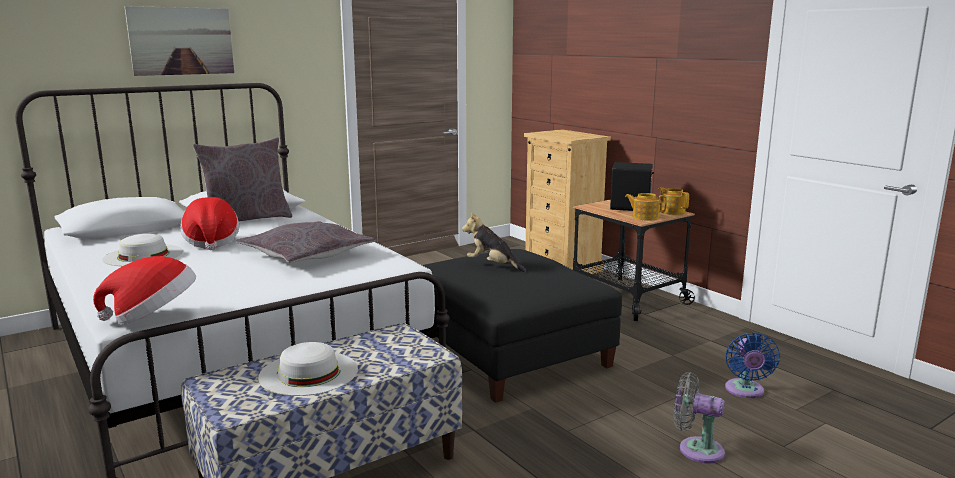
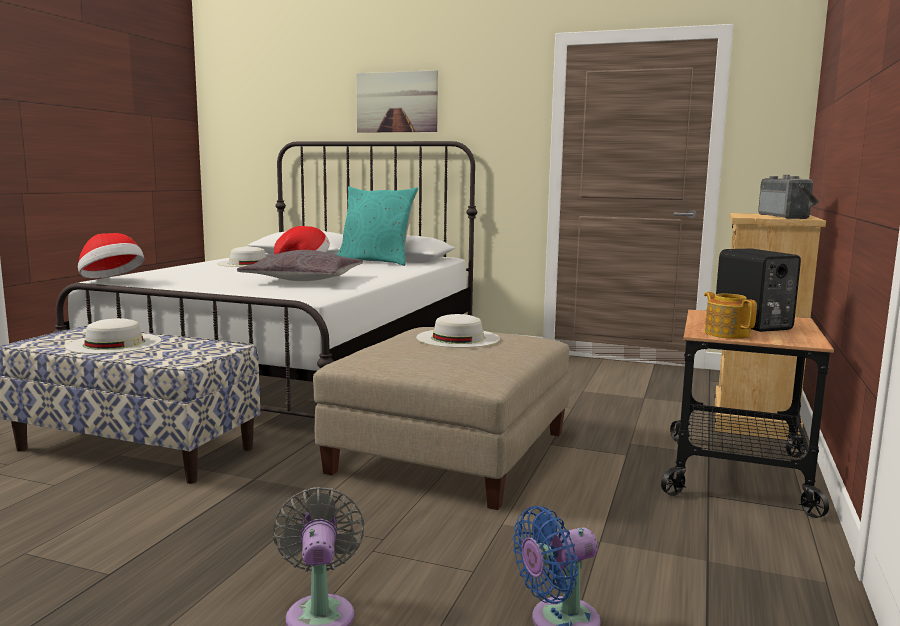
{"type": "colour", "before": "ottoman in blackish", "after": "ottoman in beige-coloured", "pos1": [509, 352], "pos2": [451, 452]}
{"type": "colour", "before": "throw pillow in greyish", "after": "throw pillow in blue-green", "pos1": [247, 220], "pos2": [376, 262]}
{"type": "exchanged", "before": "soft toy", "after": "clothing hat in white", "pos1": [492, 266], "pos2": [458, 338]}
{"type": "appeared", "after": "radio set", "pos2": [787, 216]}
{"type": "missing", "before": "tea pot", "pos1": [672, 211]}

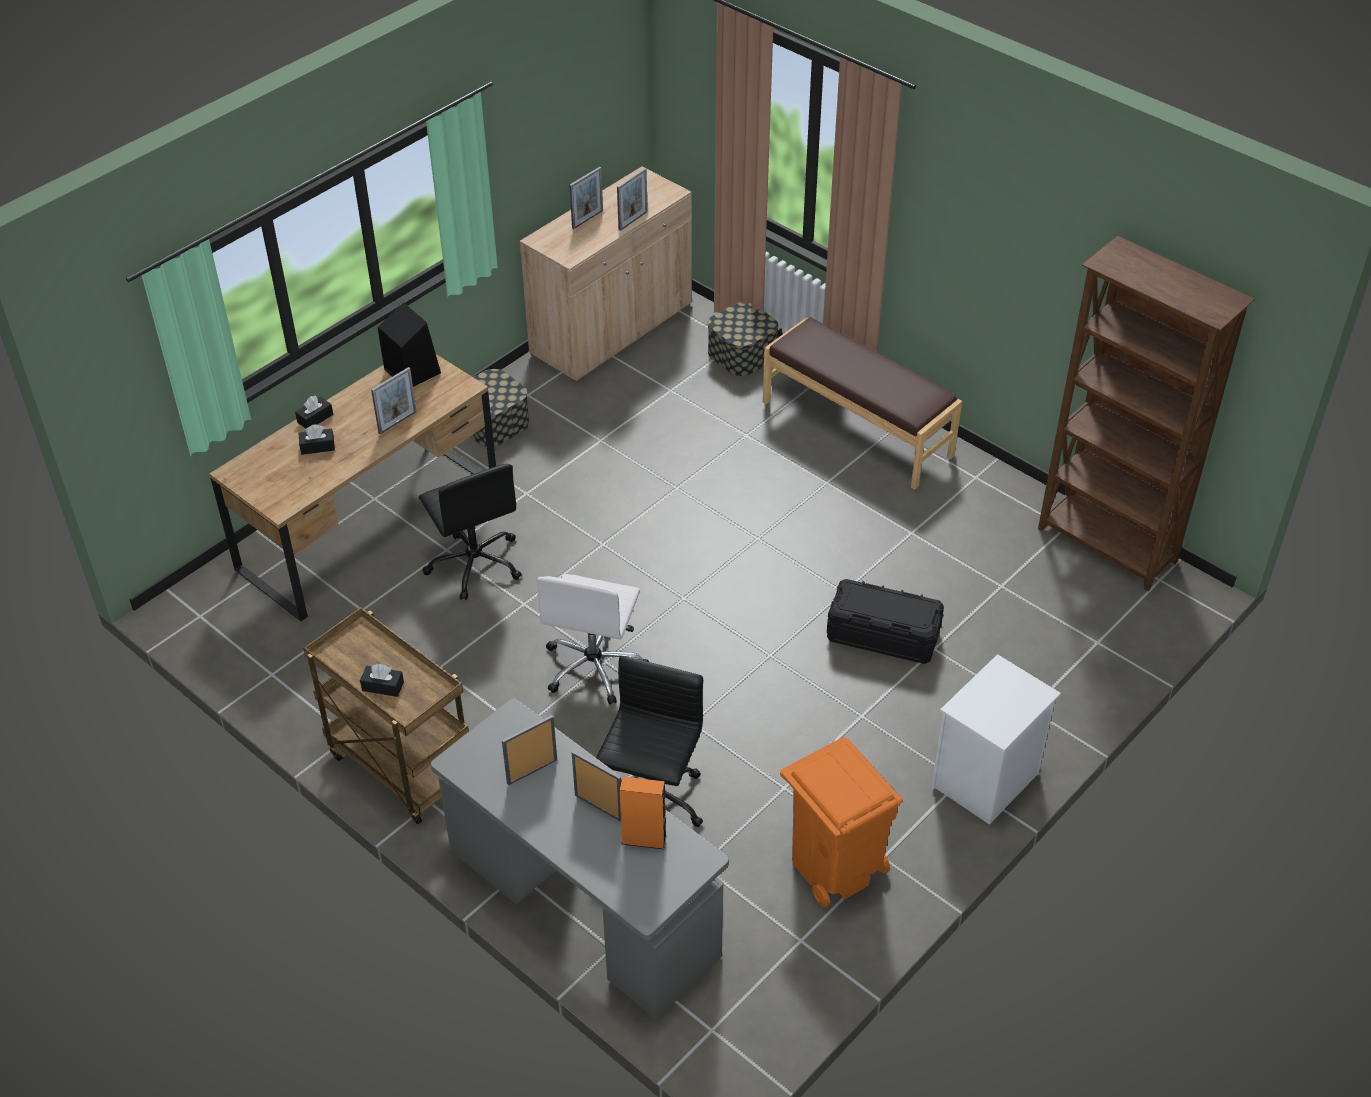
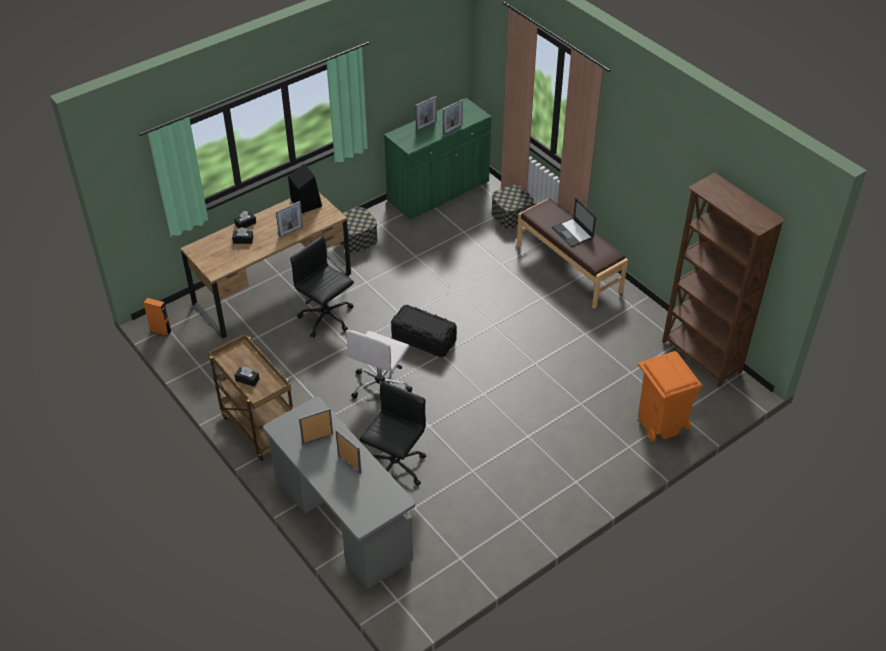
{"type": "relocated", "before": "speaker in orange", "pos1": [644, 839], "pos2": [161, 331]}
{"type": "spun", "before": "desk chair in blackish", "pos1": [475, 563], "pos2": [327, 319], "turn": 150}
{"type": "colour", "before": "storage cabinet in beige-coloured", "after": "storage cabinet in green-coloured", "pos1": [612, 329], "pos2": [438, 192]}
{"type": "relocated", "before": "storage container in blackish", "pos1": [883, 635], "pos2": [423, 339]}
{"type": "appeared", "after": "notebook computer", "pos2": [573, 233]}
{"type": "relocated", "before": "trash can in orange", "pos1": [834, 867], "pos2": [660, 423]}
{"type": "missing", "before": "nightstand in white", "pos1": [986, 782]}

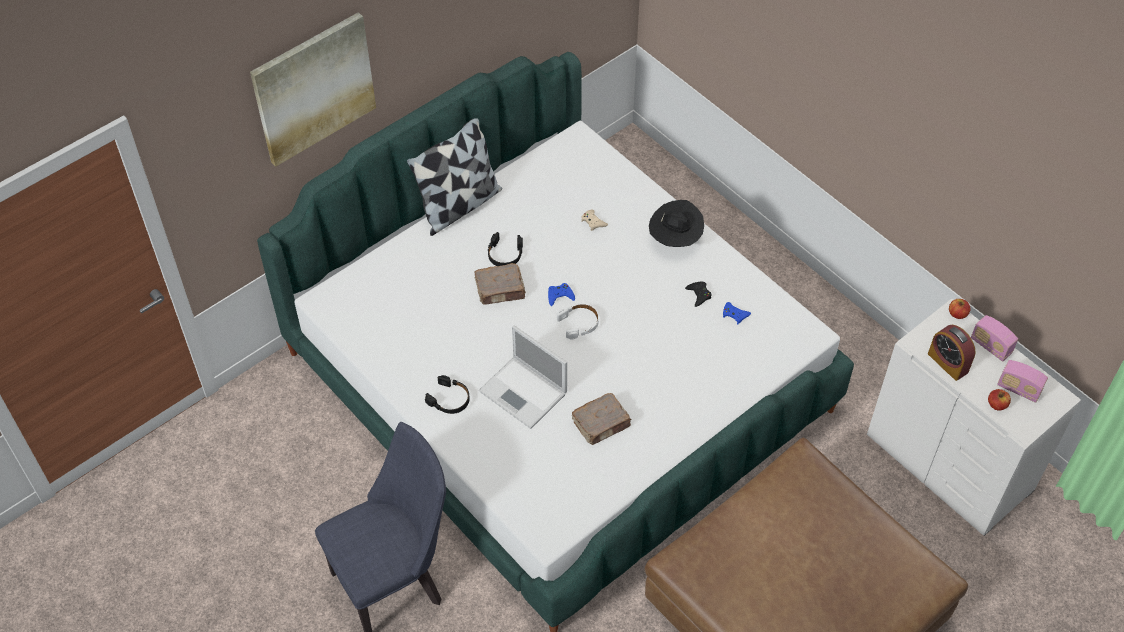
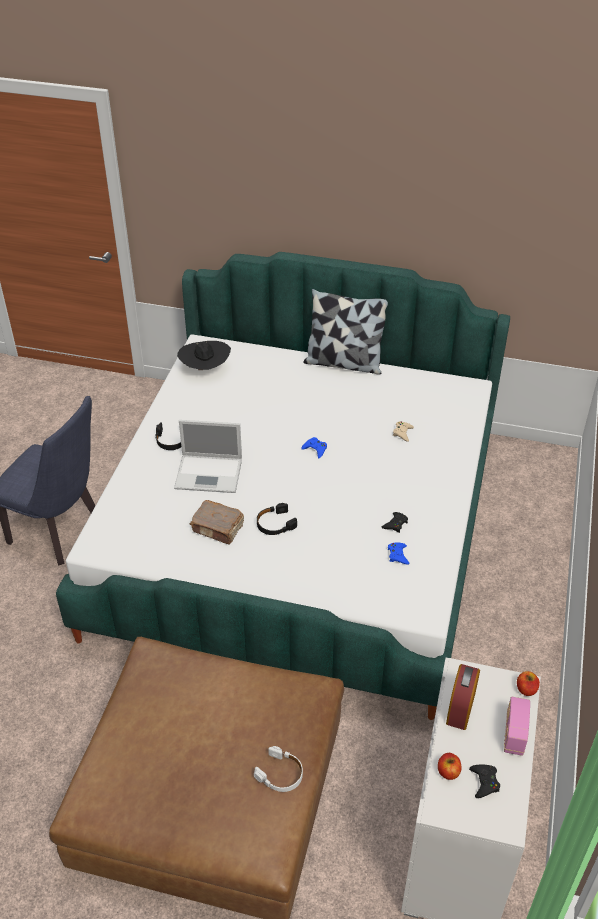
{"type": "spun", "before": "notebook computer", "pos1": [524, 393], "pos2": [210, 474], "turn": -90}
{"type": "relocated", "before": "clothing hat in blackish", "pos1": [675, 239], "pos2": [205, 369]}
{"type": "relocated", "before": "pair of headphones in white", "pos1": [579, 323], "pos2": [280, 774]}
{"type": "relocated", "before": "pair of headphones in blackish", "pos1": [505, 254], "pos2": [275, 524]}
{"type": "exchanged", "before": "radio set", "after": "game controller in blackish", "pos1": [1018, 389], "pos2": [484, 782]}
{"type": "missing", "before": "wall picture", "pos1": [313, 88]}
{"type": "missing", "before": "bound book in brown-coloured", "pos1": [501, 290]}

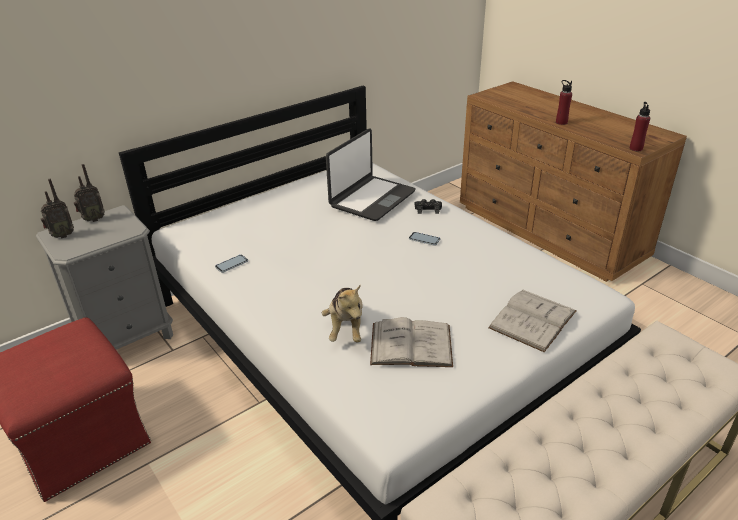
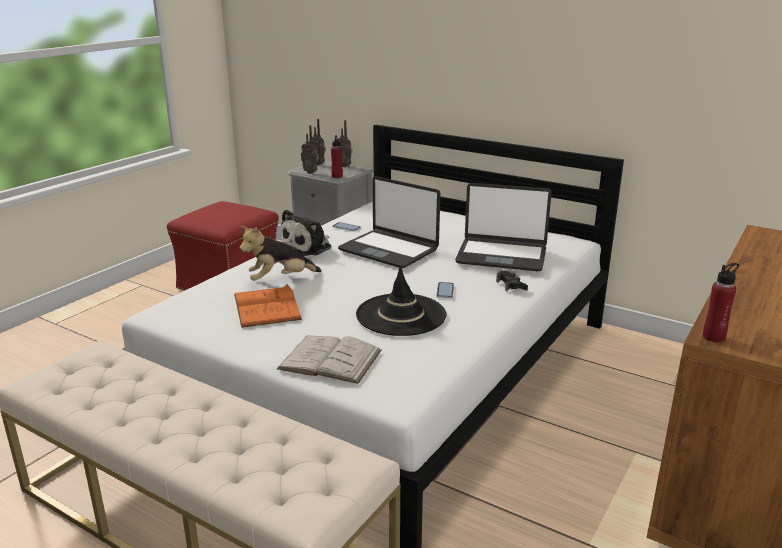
{"type": "colour", "before": "bound book in white", "after": "bound book in orange", "pos1": [411, 344], "pos2": [266, 306]}
{"type": "appeared", "after": "soft toy", "pos2": [308, 247]}
{"type": "appeared", "after": "radio set", "pos2": [311, 172]}
{"type": "relocated", "before": "bottle in reddish", "pos1": [561, 122], "pos2": [337, 176]}
{"type": "appeared", "after": "notebook computer", "pos2": [389, 250]}
{"type": "appeared", "after": "clothing hat in blackish", "pos2": [401, 315]}

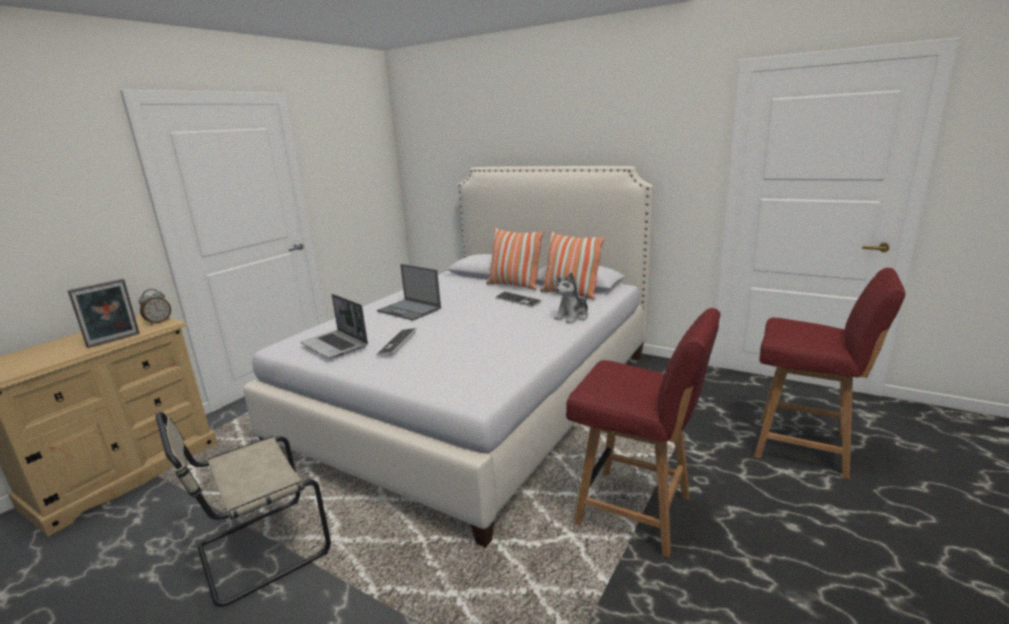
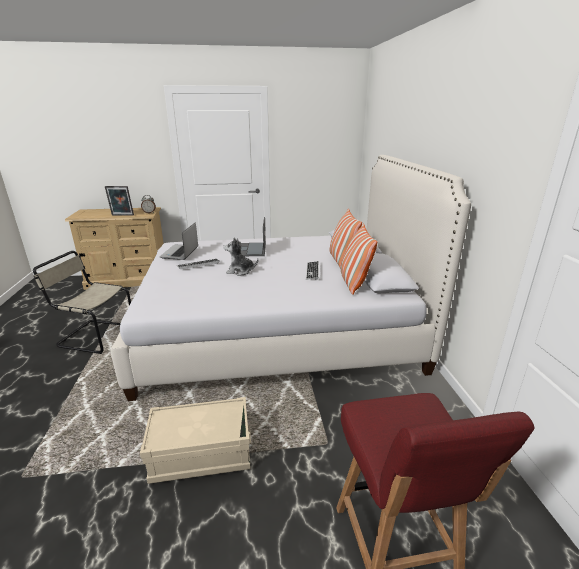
{"type": "exchanged", "before": "upright chair in reddish", "after": "storage container in beige-coloured", "pos1": [636, 512], "pos2": [201, 454]}
{"type": "relocated", "before": "soft toy", "pos1": [572, 317], "pos2": [240, 271]}

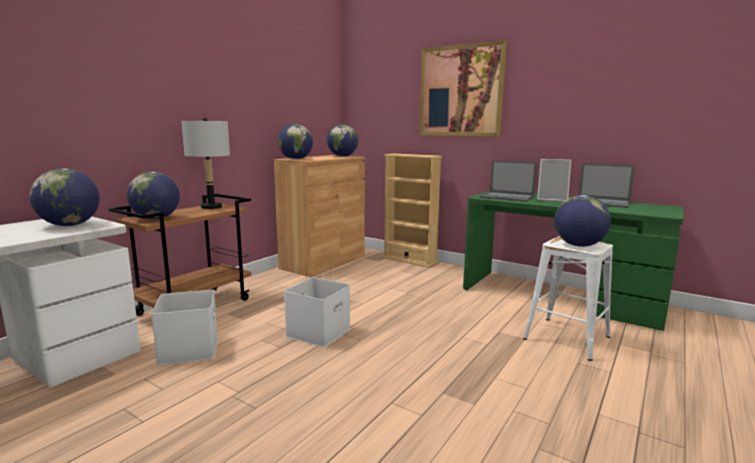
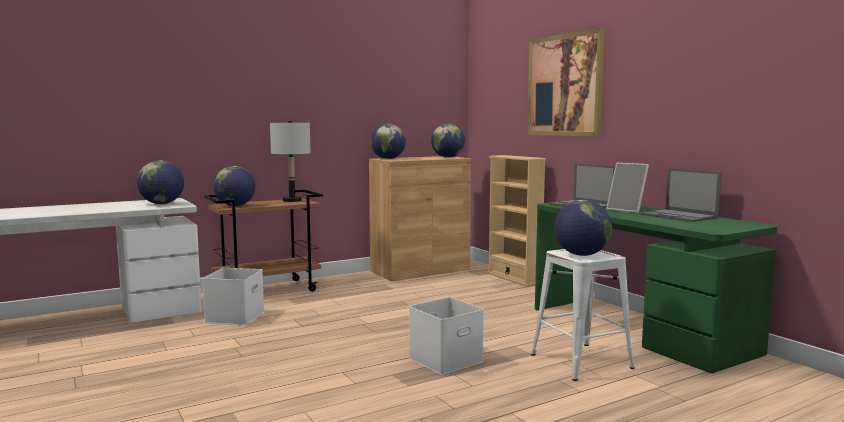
{"type": "relocated", "before": "storage container in white", "pos1": [318, 331], "pos2": [446, 359]}

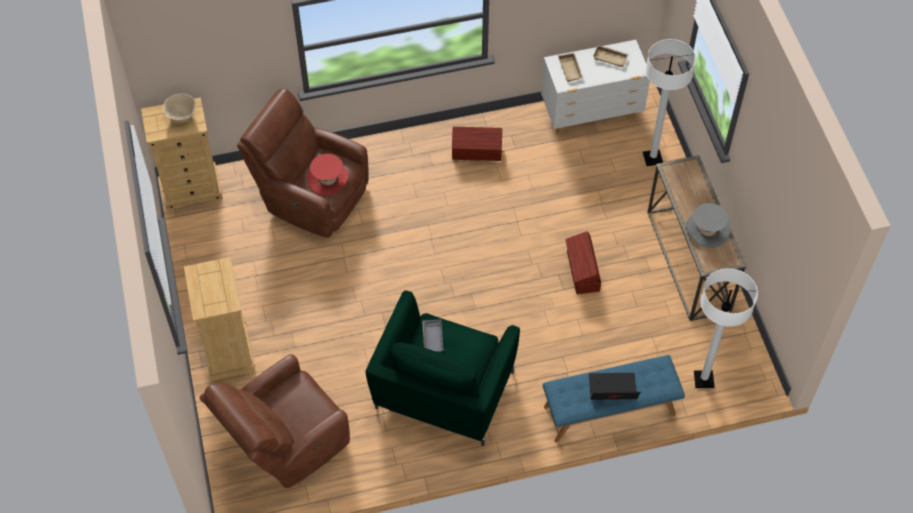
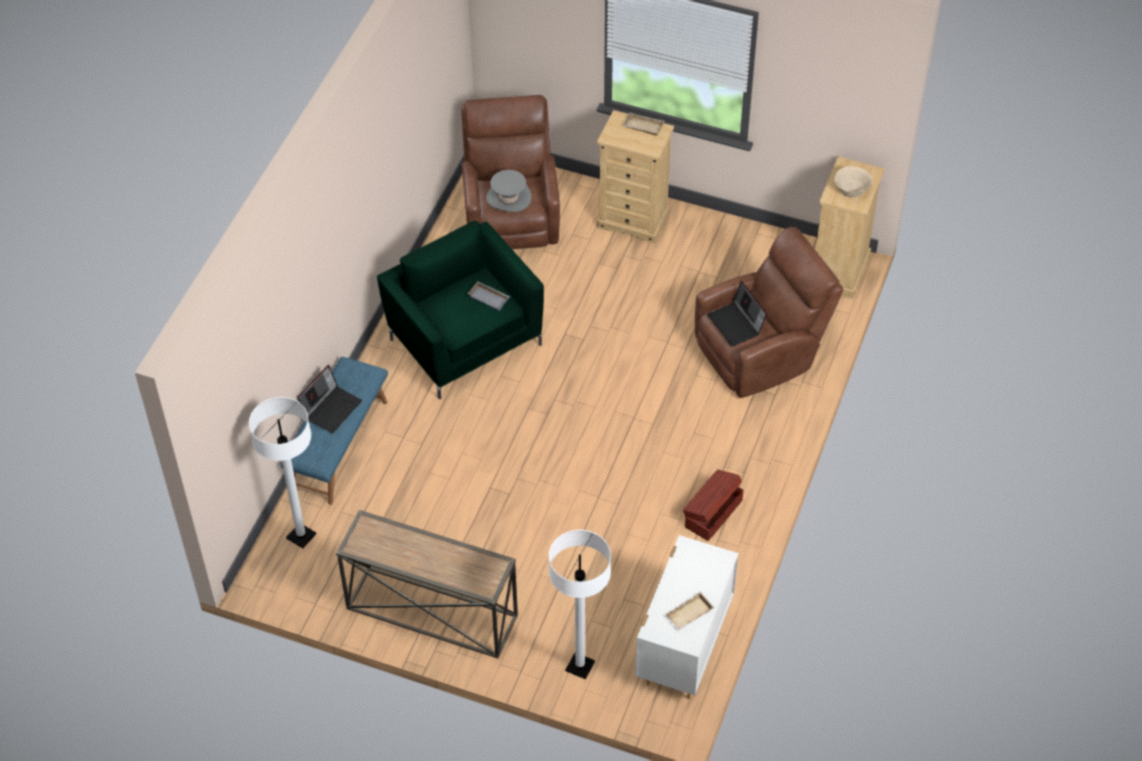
{"type": "relocated", "before": "clothing hat in greyish", "pos1": [707, 229], "pos2": [508, 198]}
{"type": "relocated", "before": "serving tray in beige-coloured", "pos1": [571, 69], "pos2": [642, 127]}
{"type": "exchanged", "before": "clothing hat in reddish", "after": "notebook computer", "pos1": [328, 179], "pos2": [736, 324]}
{"type": "missing", "before": "storage container in brown-coloured", "pos1": [582, 271]}

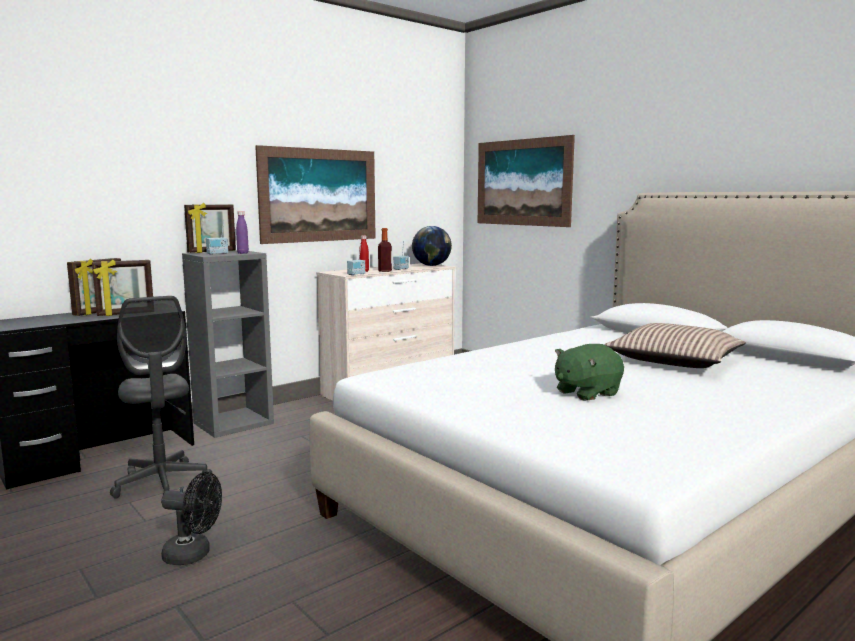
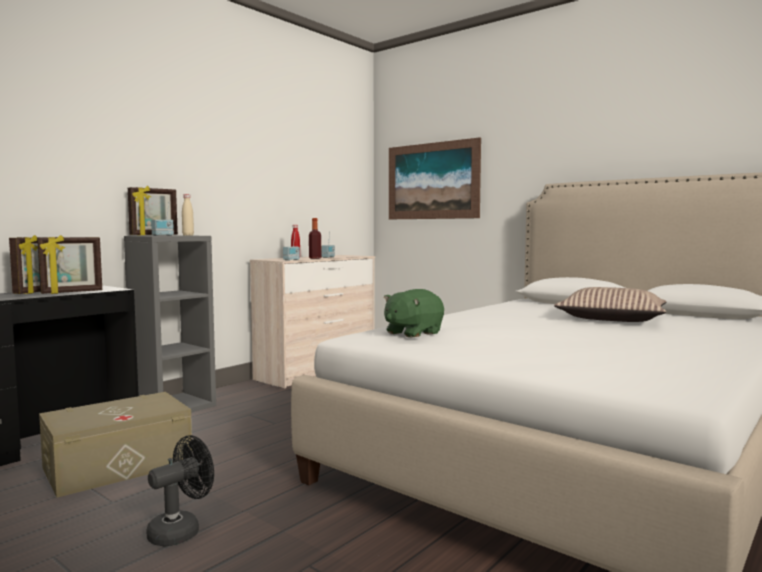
{"type": "exchanged", "before": "desk chair in greyish", "after": "storage container in beige-coloured", "pos1": [162, 483], "pos2": [118, 465]}
{"type": "spun", "before": "cooling fan in blackish", "pos1": [194, 555], "pos2": [181, 530], "turn": -45}
{"type": "colour", "before": "bottle in purple", "after": "bottle in beige-coloured", "pos1": [243, 253], "pos2": [188, 235]}
{"type": "relocated", "before": "soft toy in green-coloured", "pos1": [586, 393], "pos2": [412, 333]}
{"type": "missing", "before": "wall picture", "pos1": [319, 195]}
{"type": "missing", "before": "globe", "pos1": [431, 265]}

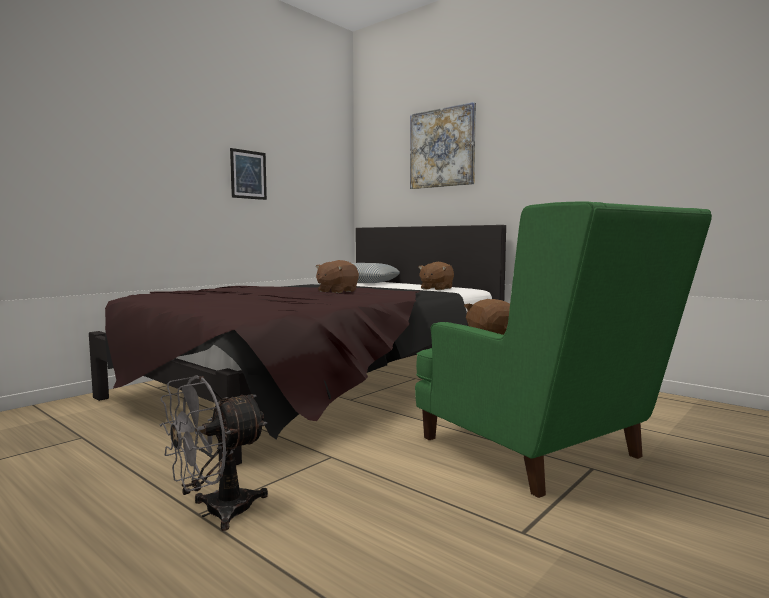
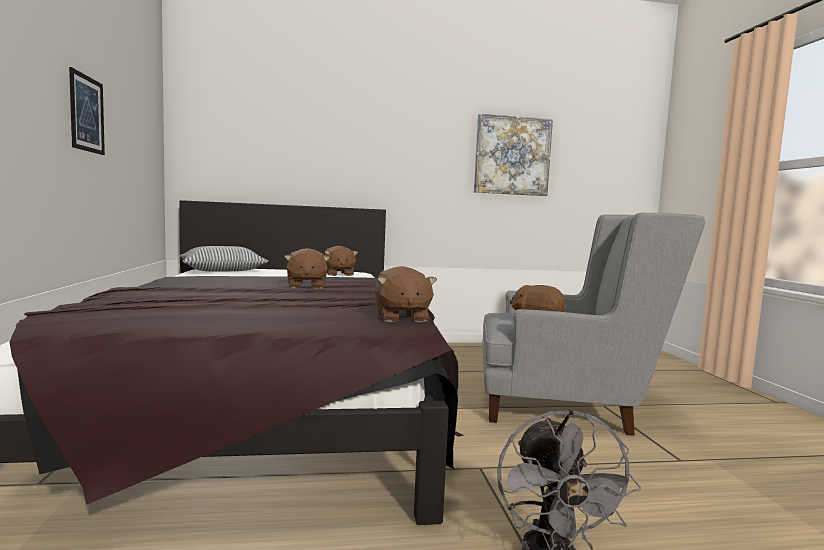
{"type": "appeared", "after": "soft toy in brown-coloured", "pos2": [401, 317]}
{"type": "relocated", "before": "wall picture", "pos1": [442, 148], "pos2": [512, 156]}
{"type": "colour", "before": "lounge chair in green-coloured", "after": "lounge chair in greyish", "pos1": [543, 453], "pos2": [566, 405]}

